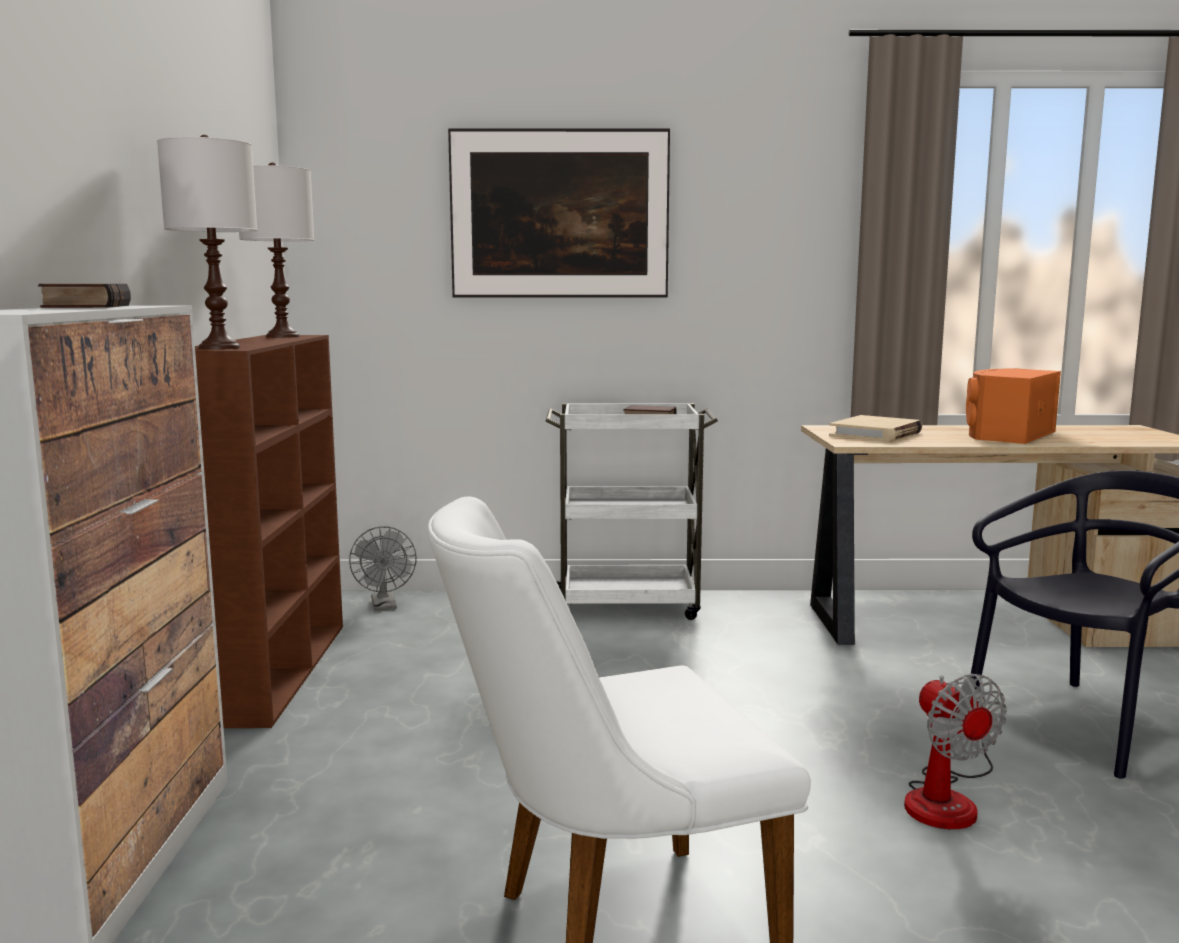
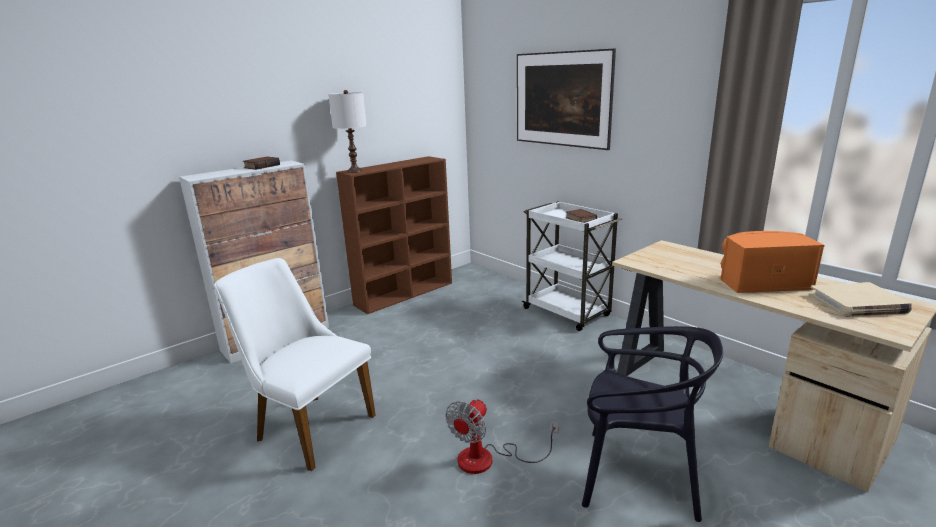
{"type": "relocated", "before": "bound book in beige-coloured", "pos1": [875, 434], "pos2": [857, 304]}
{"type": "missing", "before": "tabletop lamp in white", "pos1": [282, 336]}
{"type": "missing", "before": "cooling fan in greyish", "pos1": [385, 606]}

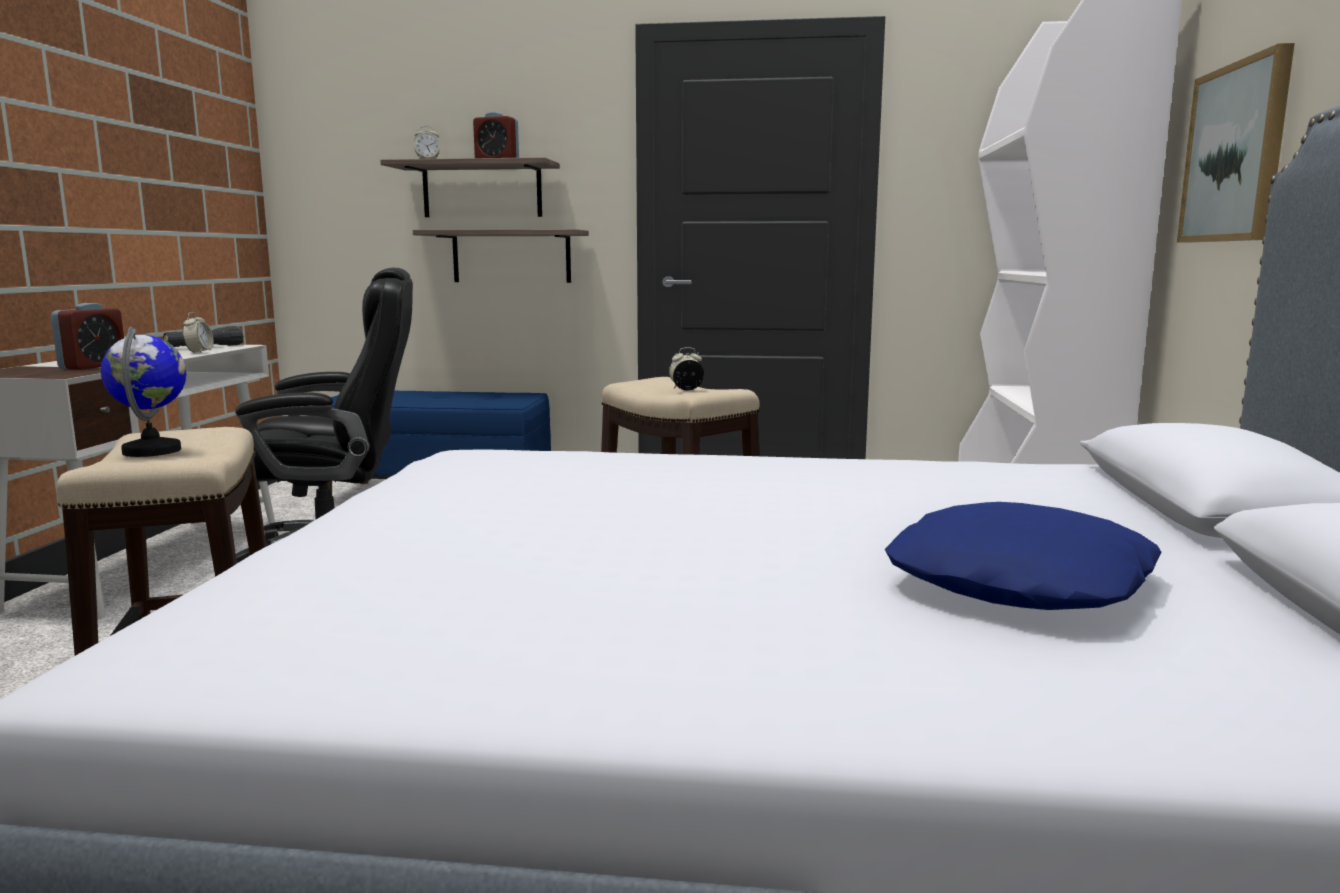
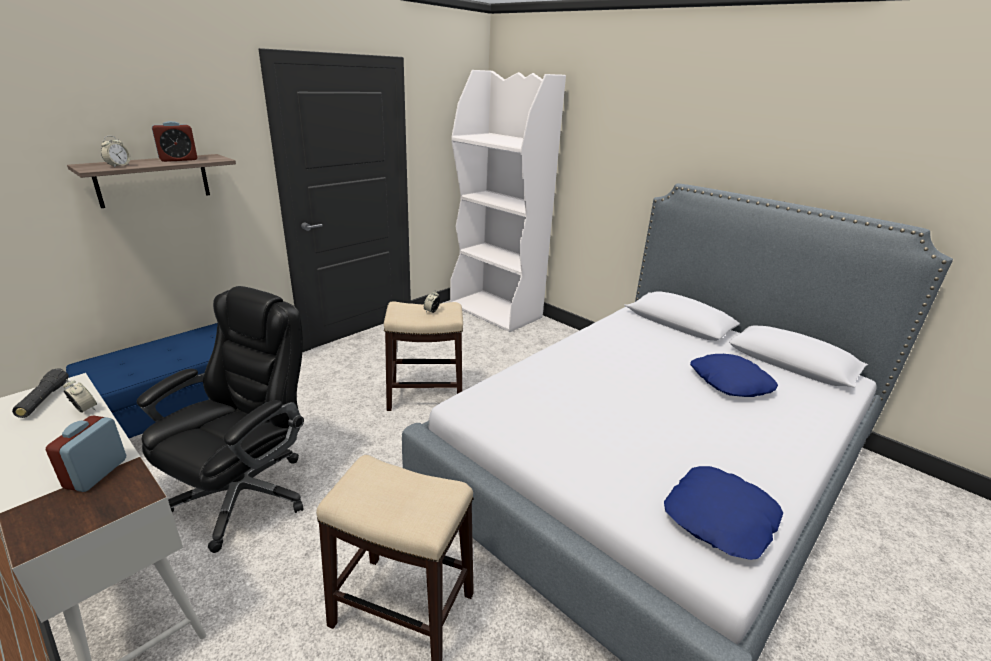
{"type": "spun", "before": "table clock", "pos1": [93, 366], "pos2": [96, 473], "turn": -135}
{"type": "appeared", "after": "throw pillow in blue", "pos2": [720, 519]}
{"type": "missing", "before": "globe", "pos1": [153, 451]}
{"type": "missing", "before": "shelf", "pos1": [511, 256]}
{"type": "missing", "before": "wall picture", "pos1": [1236, 153]}

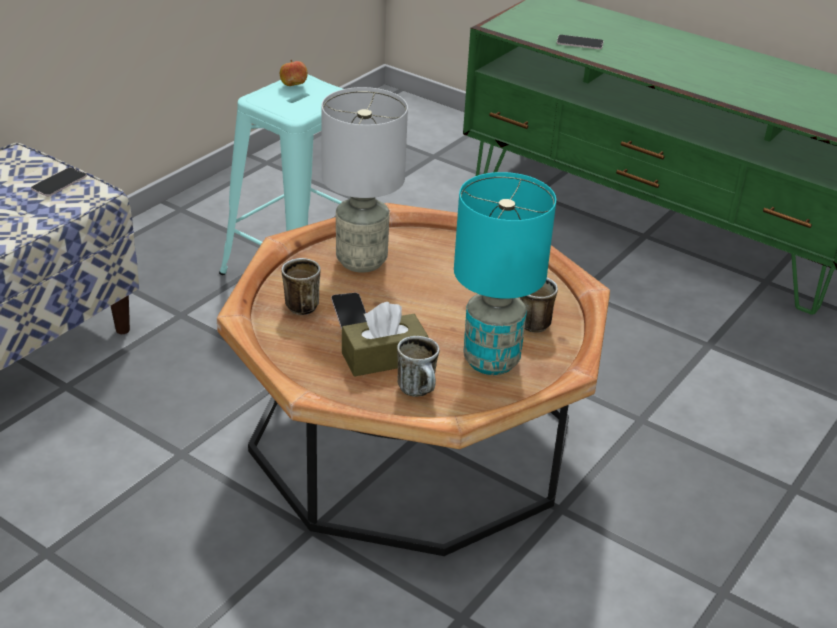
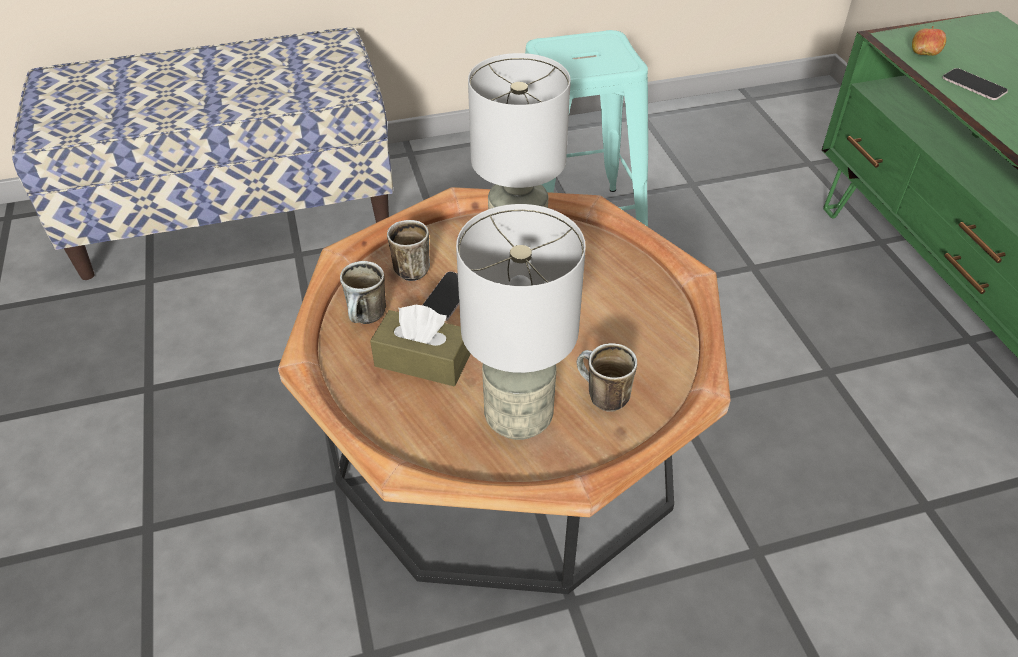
{"type": "relocated", "before": "coffee mug", "pos1": [420, 392], "pos2": [367, 319]}
{"type": "colour", "before": "tabletop lamp in blue-green", "after": "tabletop lamp in greyish", "pos1": [491, 362], "pos2": [517, 419]}
{"type": "relocated", "before": "whole apple", "pos1": [293, 85], "pos2": [924, 55]}
{"type": "missing", "before": "phone", "pos1": [59, 183]}

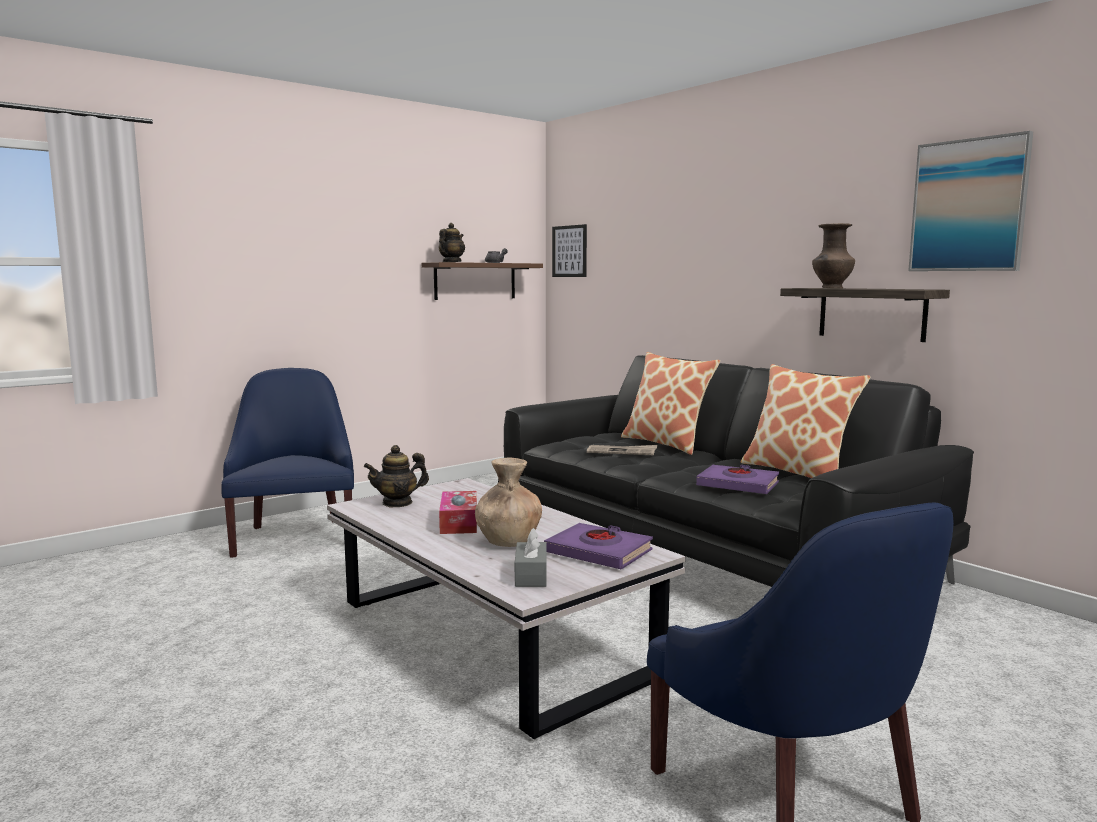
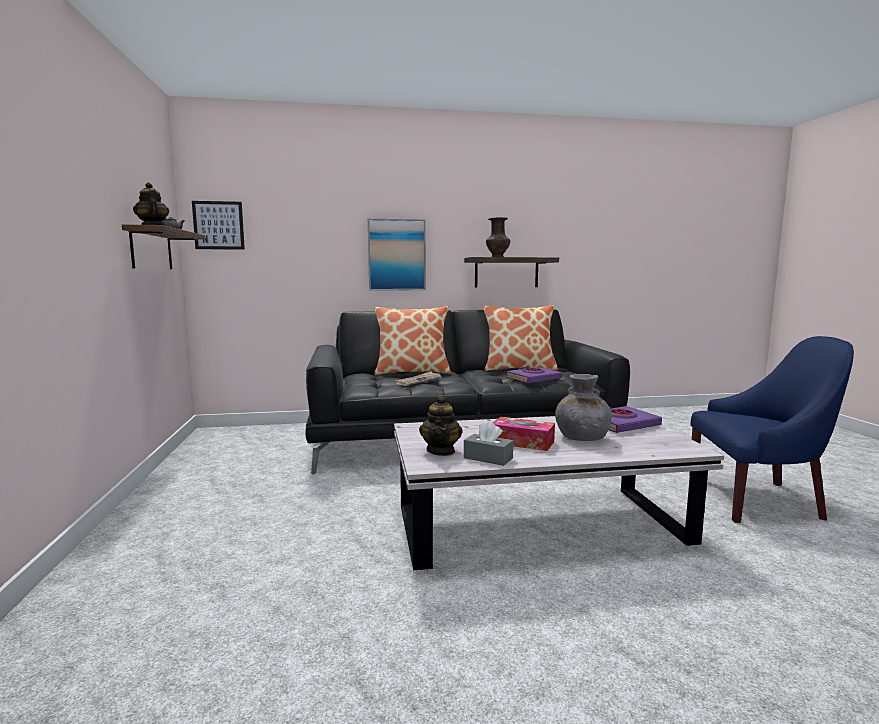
{"type": "relocated", "before": "wall picture", "pos1": [968, 205], "pos2": [396, 255]}
{"type": "relocated", "before": "tissue holder in greyish", "pos1": [531, 575], "pos2": [488, 458]}
{"type": "colour", "before": "flower vase in brown-coloured", "after": "flower vase in greyish", "pos1": [508, 541], "pos2": [581, 437]}
{"type": "missing", "before": "lounge chair in blue", "pos1": [295, 536]}

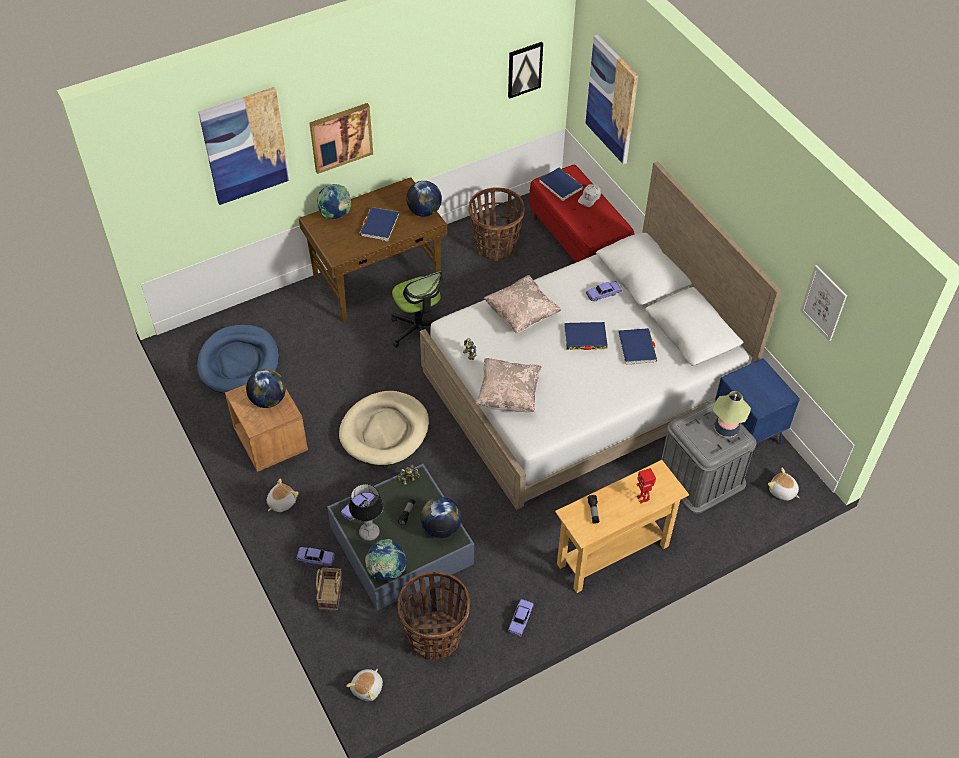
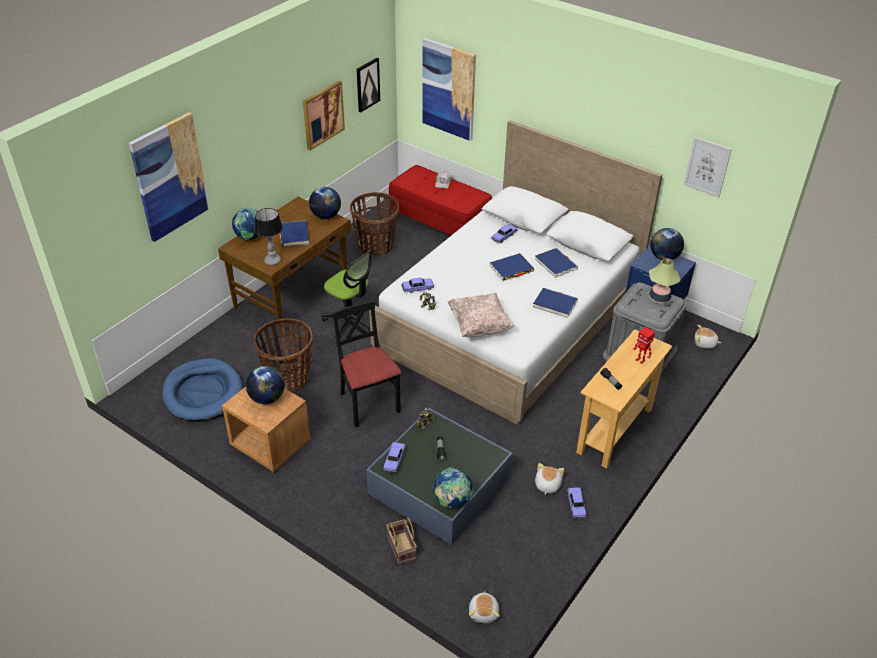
{"type": "relocated", "before": "tabletop lamp", "pos1": [369, 533], "pos2": [273, 261]}
{"type": "relocated", "before": "household basket", "pos1": [434, 636], "pos2": [288, 379]}
{"type": "relocated", "before": "wall picture", "pos1": [341, 137], "pos2": [323, 115]}
{"type": "exchanged", "before": "dog bed in beige-coloured", "after": "upright chair in blackish", "pos1": [385, 431], "pos2": [368, 403]}
{"type": "relocated", "before": "model car", "pos1": [316, 559], "pos2": [417, 288]}
{"type": "relocated", "before": "bound book in blue", "pos1": [560, 185], "pos2": [555, 304]}
{"type": "relocated", "before": "soft toy", "pos1": [281, 502], "pos2": [547, 485]}
{"type": "relocated", "before": "globe", "pos1": [441, 528], "pos2": [664, 257]}
{"type": "missing", "before": "throw pillow in beige-coloured", "pos1": [522, 315]}

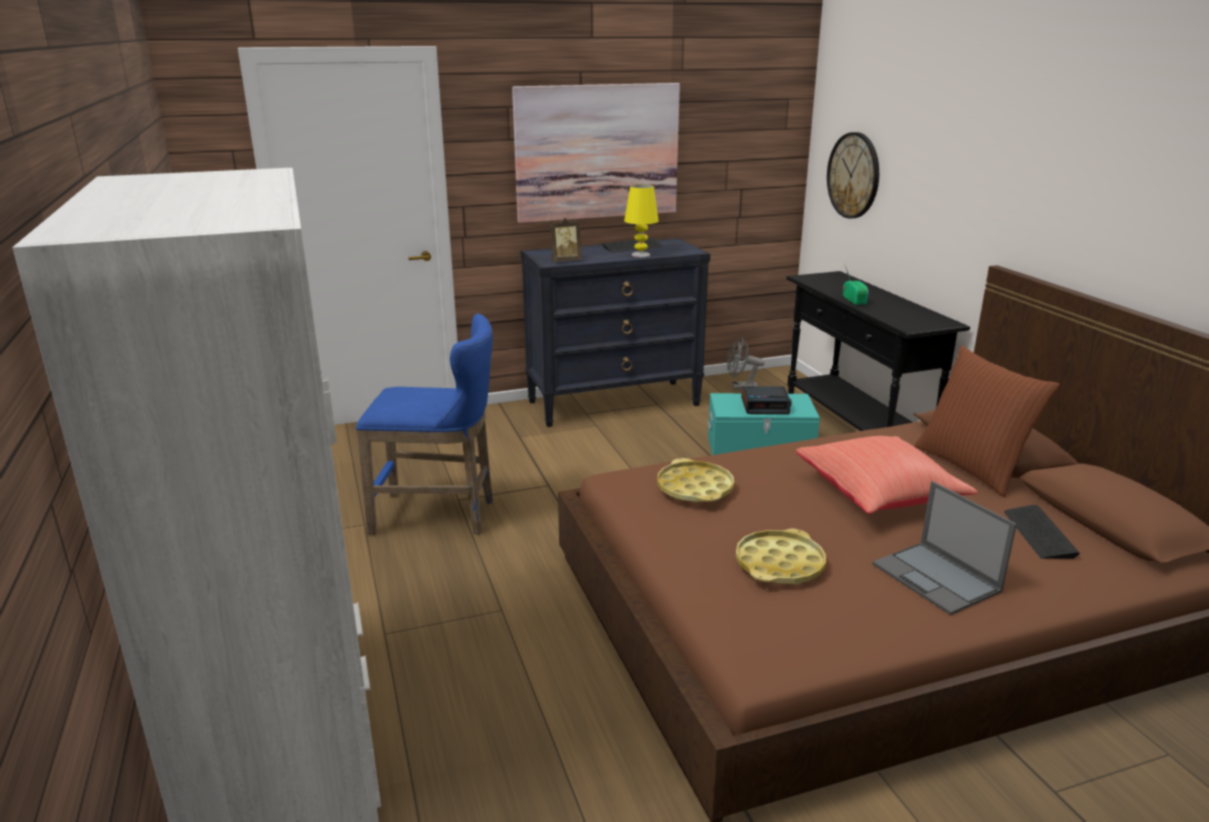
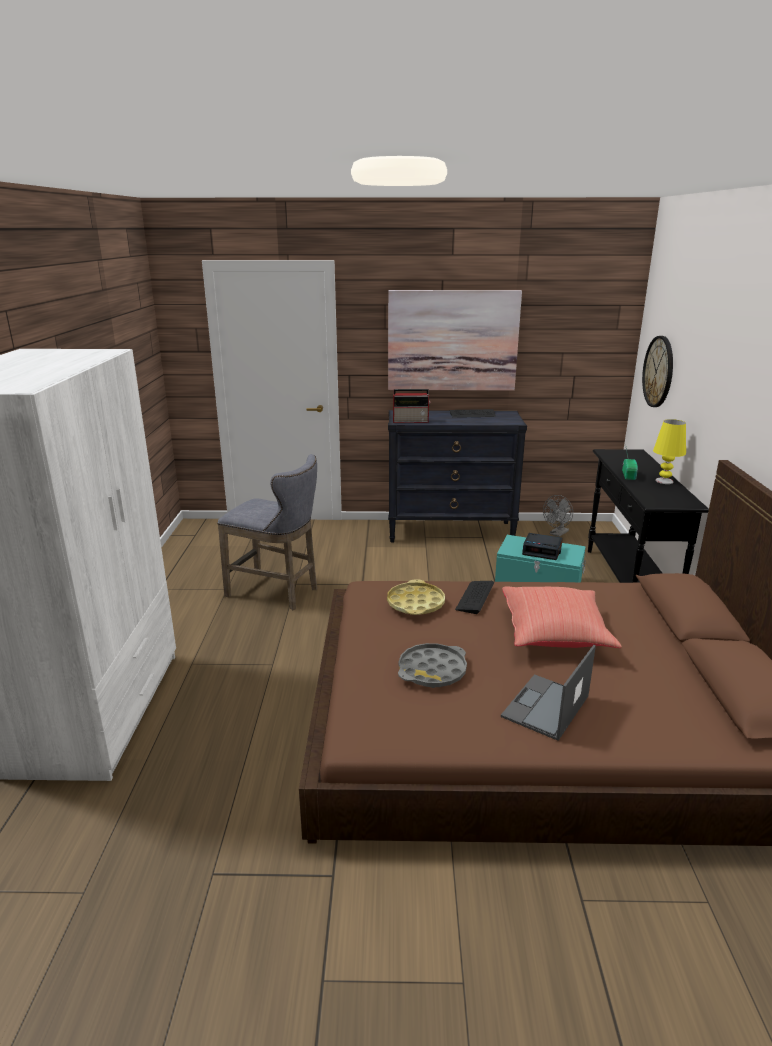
{"type": "colour", "before": "stool seat in blue", "after": "stool seat in greyish", "pos1": [440, 516], "pos2": [277, 592]}
{"type": "exchanged", "before": "picture frame", "after": "radio set", "pos1": [565, 261], "pos2": [411, 421]}
{"type": "colour", "before": "serving tray in yellow-coloured", "after": "serving tray in greyish", "pos1": [779, 564], "pos2": [432, 671]}
{"type": "relocated", "before": "computer keyboard", "pos1": [1039, 534], "pos2": [475, 597]}
{"type": "spun", "before": "notebook computer", "pos1": [937, 578], "pos2": [545, 707], "turn": 45}
{"type": "spun", "before": "cooling fan in greyish", "pos1": [740, 388], "pos2": [557, 534], "turn": -75}
{"type": "relocated", "before": "tabletop lamp in yellow-coloured", "pos1": [640, 255], "pos2": [664, 481]}
{"type": "missing", "before": "throw pillow in brown-coloured", "pos1": [972, 467]}

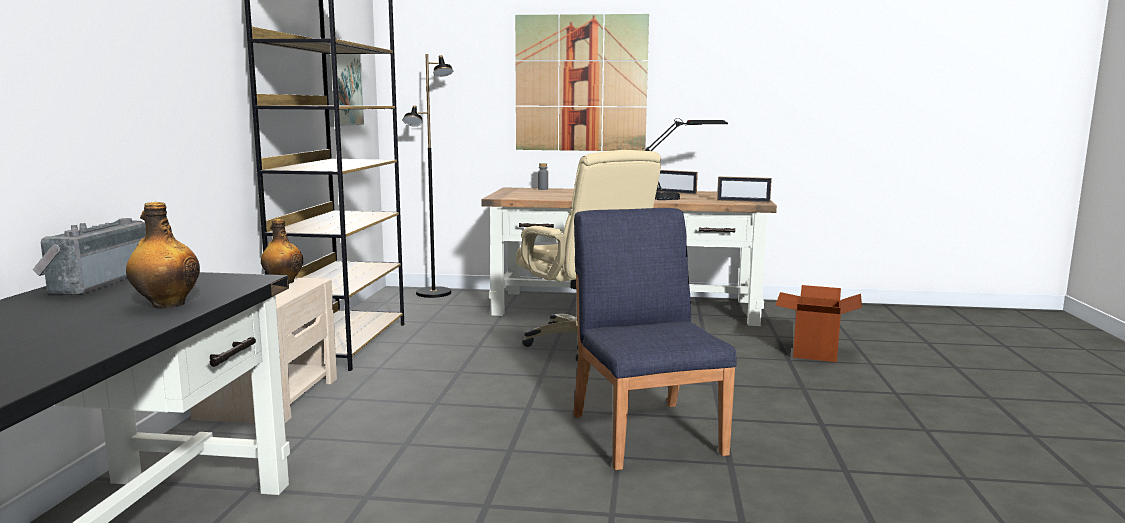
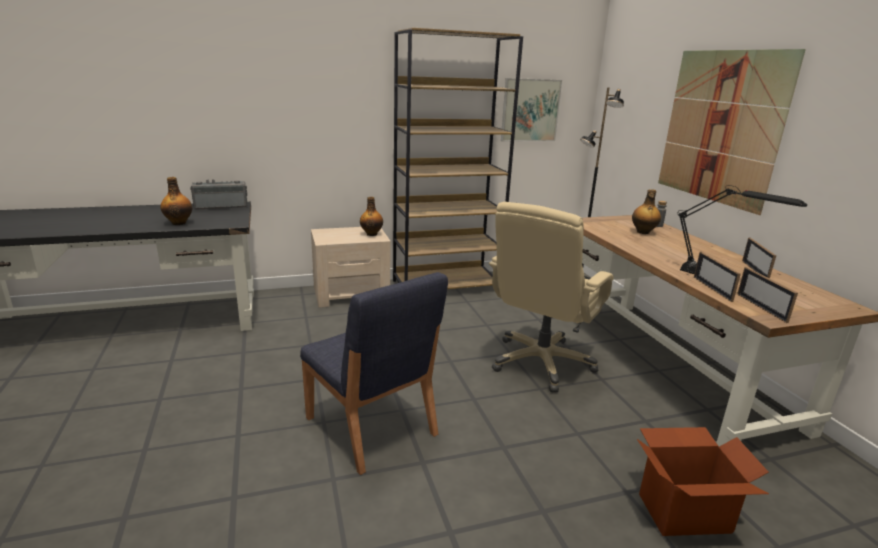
{"type": "spun", "before": "upright chair in blue", "pos1": [646, 432], "pos2": [371, 427], "turn": 90}
{"type": "appeared", "after": "bottle", "pos2": [643, 232]}
{"type": "appeared", "after": "picture frame", "pos2": [712, 289]}

